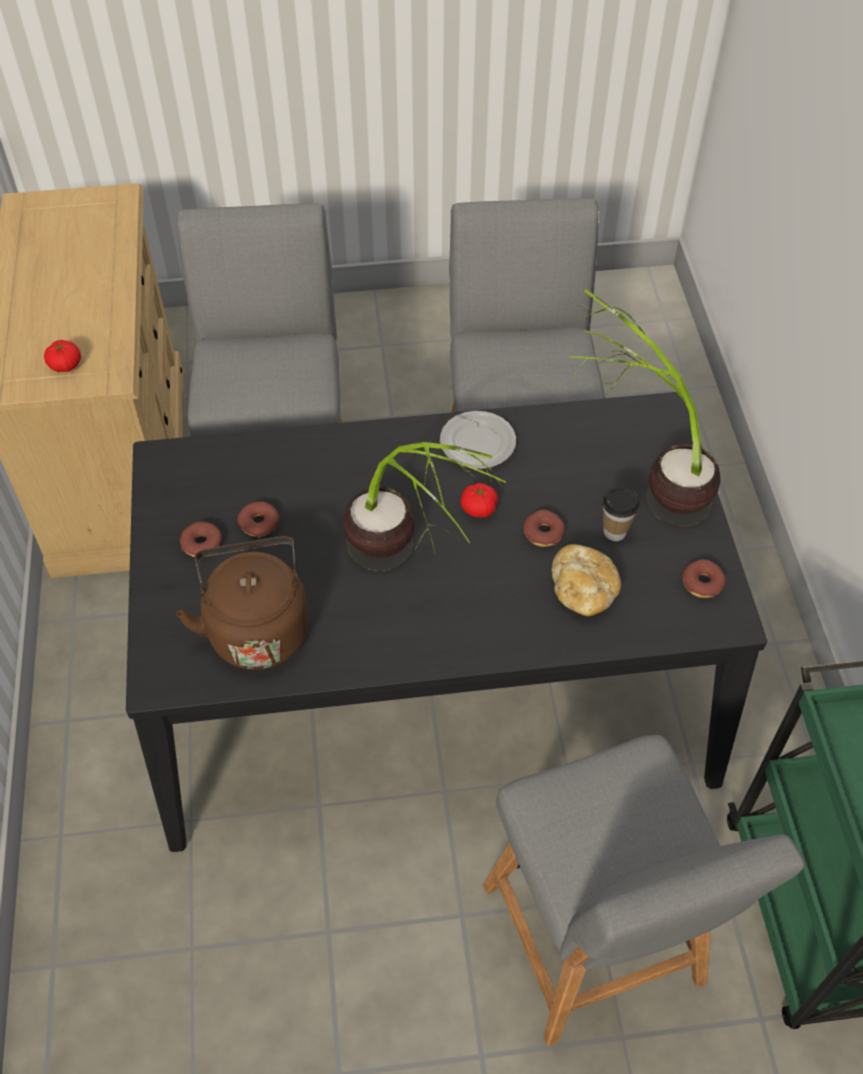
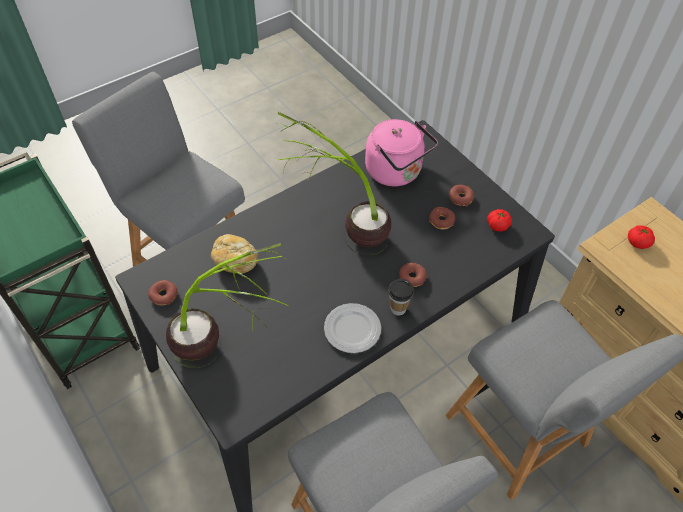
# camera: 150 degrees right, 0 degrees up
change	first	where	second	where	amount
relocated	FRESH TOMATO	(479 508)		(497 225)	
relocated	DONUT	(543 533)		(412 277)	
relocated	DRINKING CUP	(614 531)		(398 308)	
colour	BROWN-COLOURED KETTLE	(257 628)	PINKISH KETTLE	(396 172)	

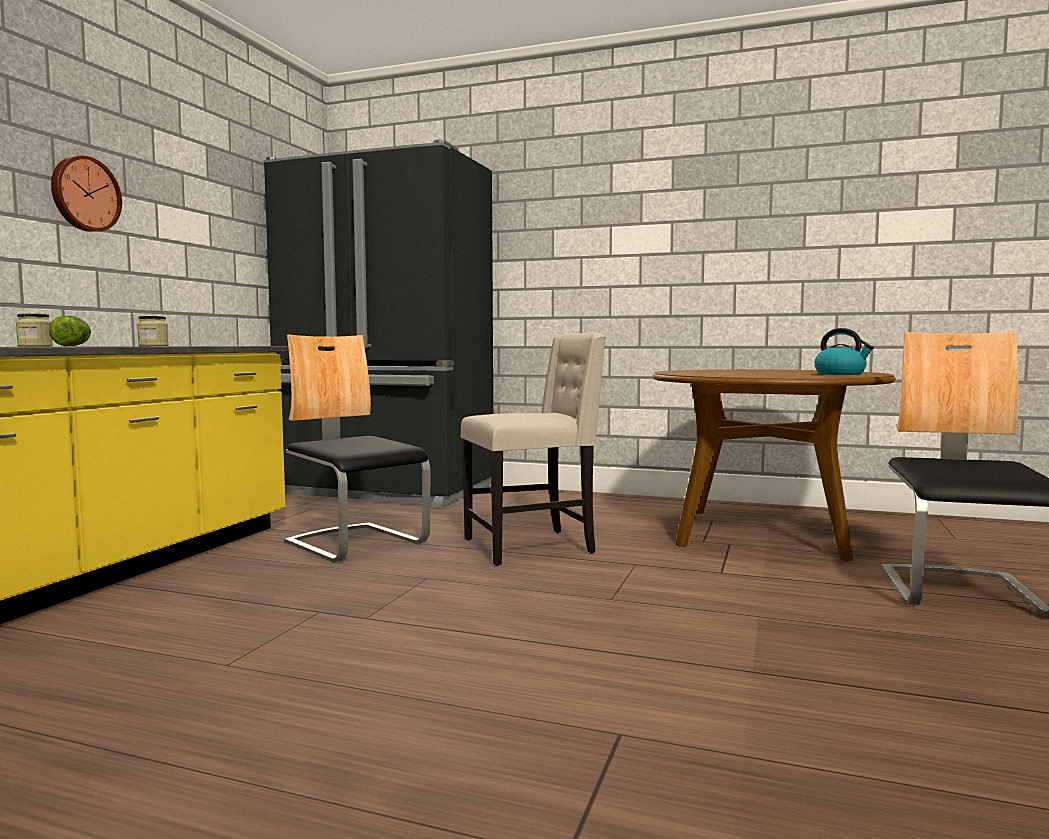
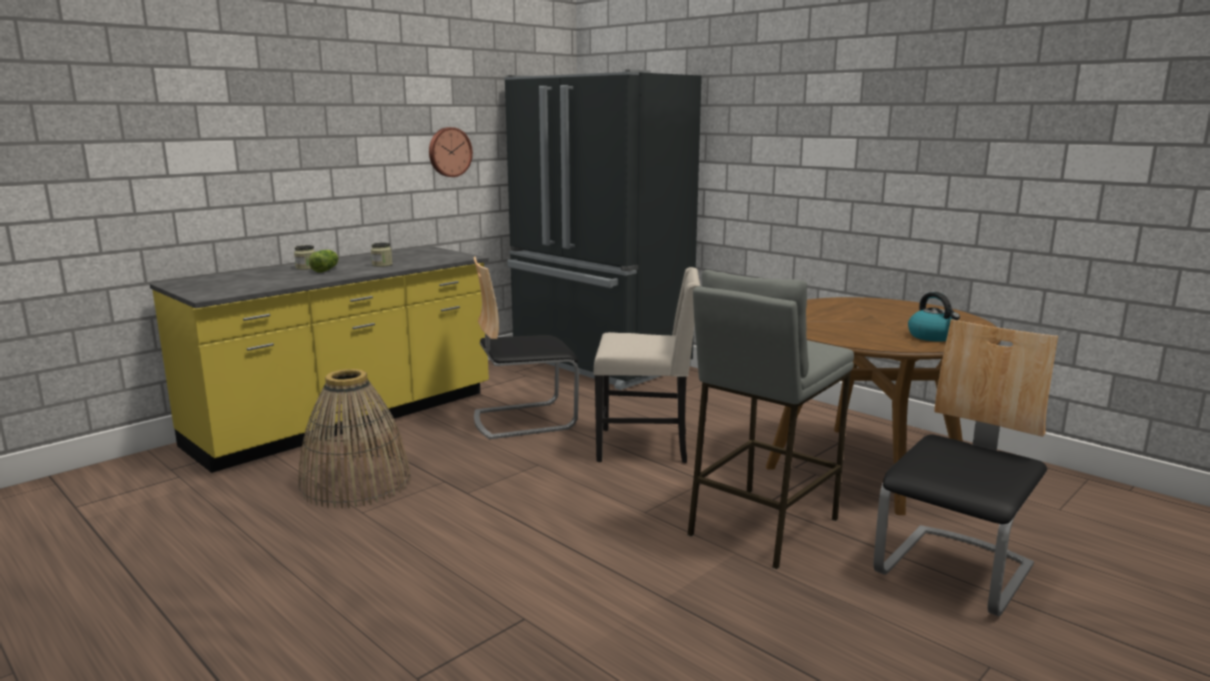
# camera: 25 degrees right, 10 degrees up
change	first	where	second	where	amount
appeared			HOUSEHOLD BASKET	(356 483)	
appeared			GRAY STOOL	(761 526)	
relocated	CLOCK ON THE WALL	(84 194)		(449 152)	
spun	PLAIN CHAIR	(356 543)		(523 419)	90 degrees counterclockwise

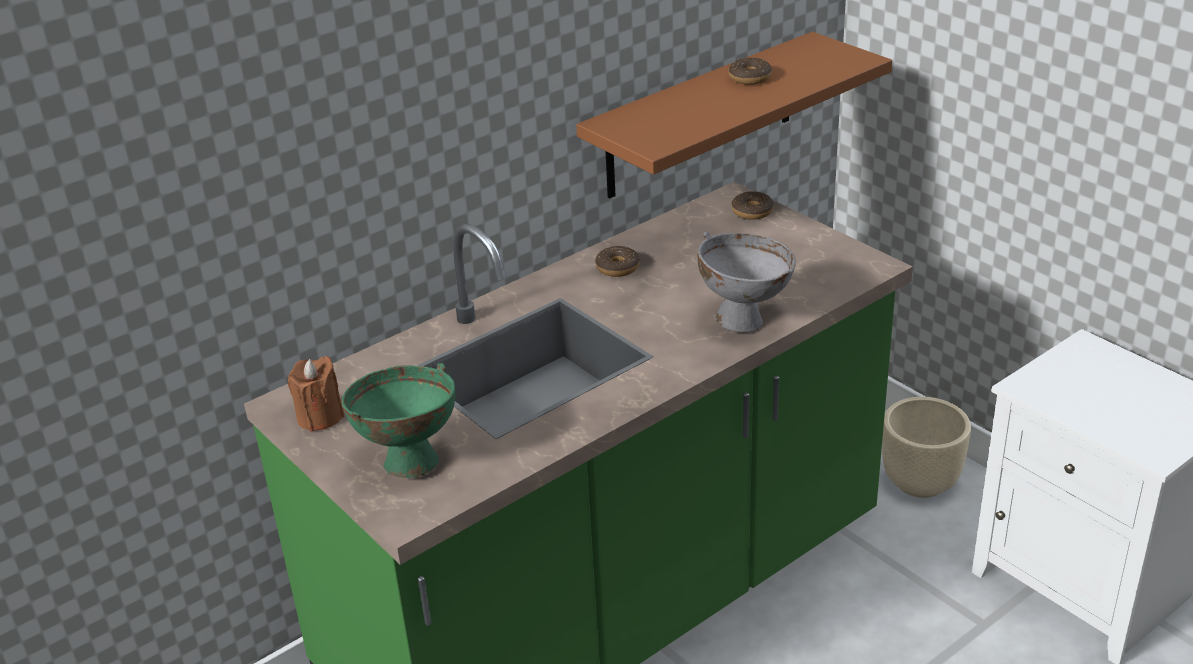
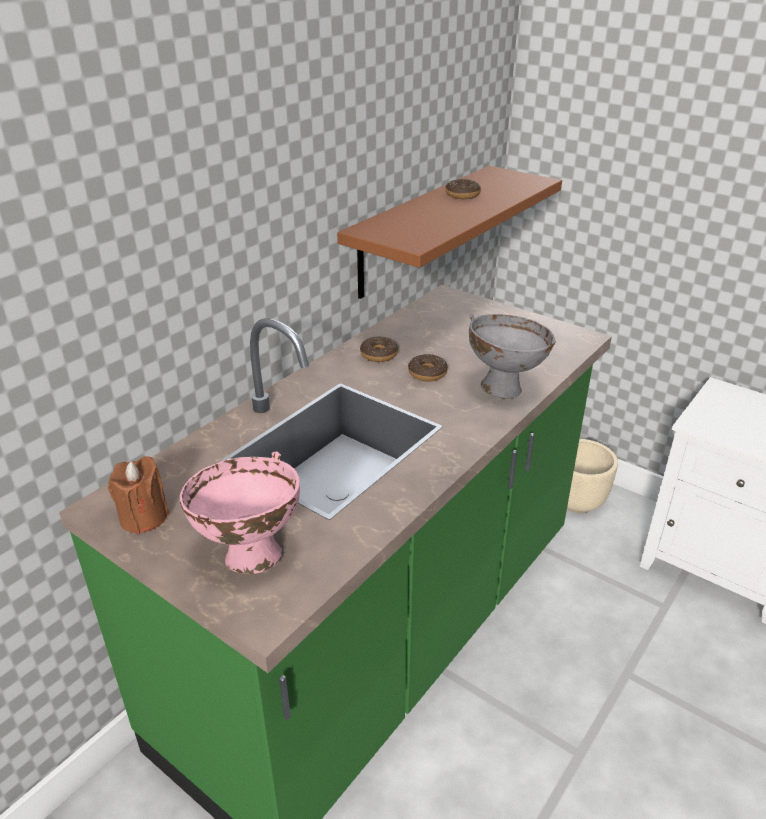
# camera: 15 degrees left, 0 degrees up
change	first	where	second	where	amount
relocated	DONUT	(752 211)		(427 373)	
colour	GREEN DEEP DISH	(408 462)	PINKISH DEEP DISH	(248 555)	

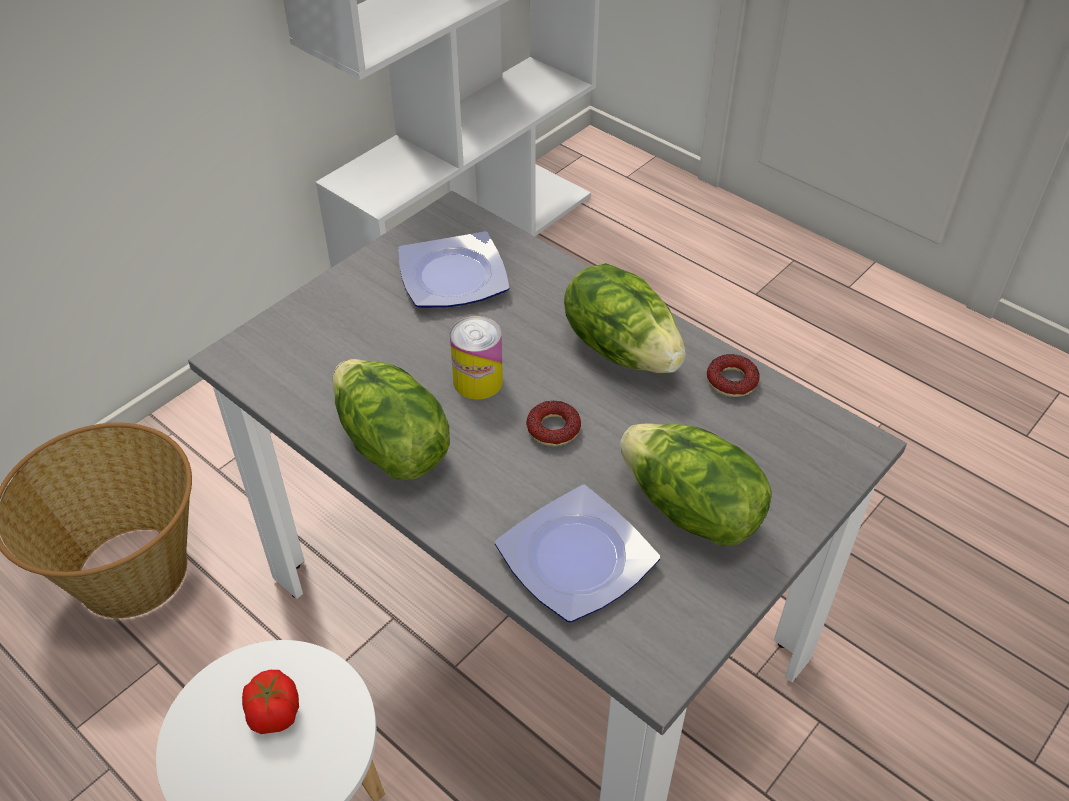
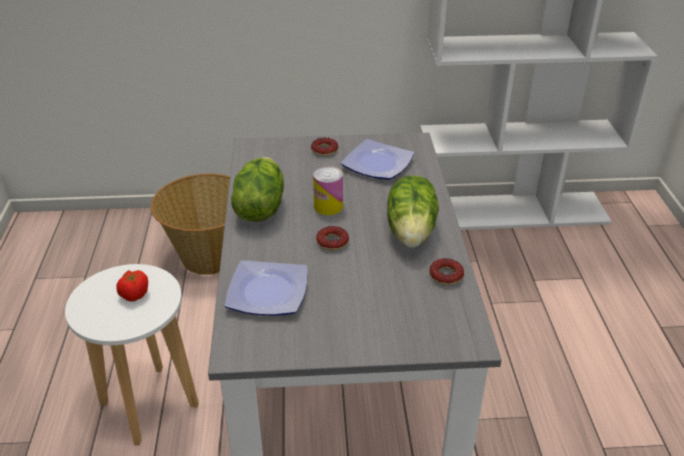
# camera: 45 degrees right, 10 degrees down
change	first	where	second	where	amount
missing	LETTUCE HEAD	(690 510)			
appeared			DONUT	(324 150)	

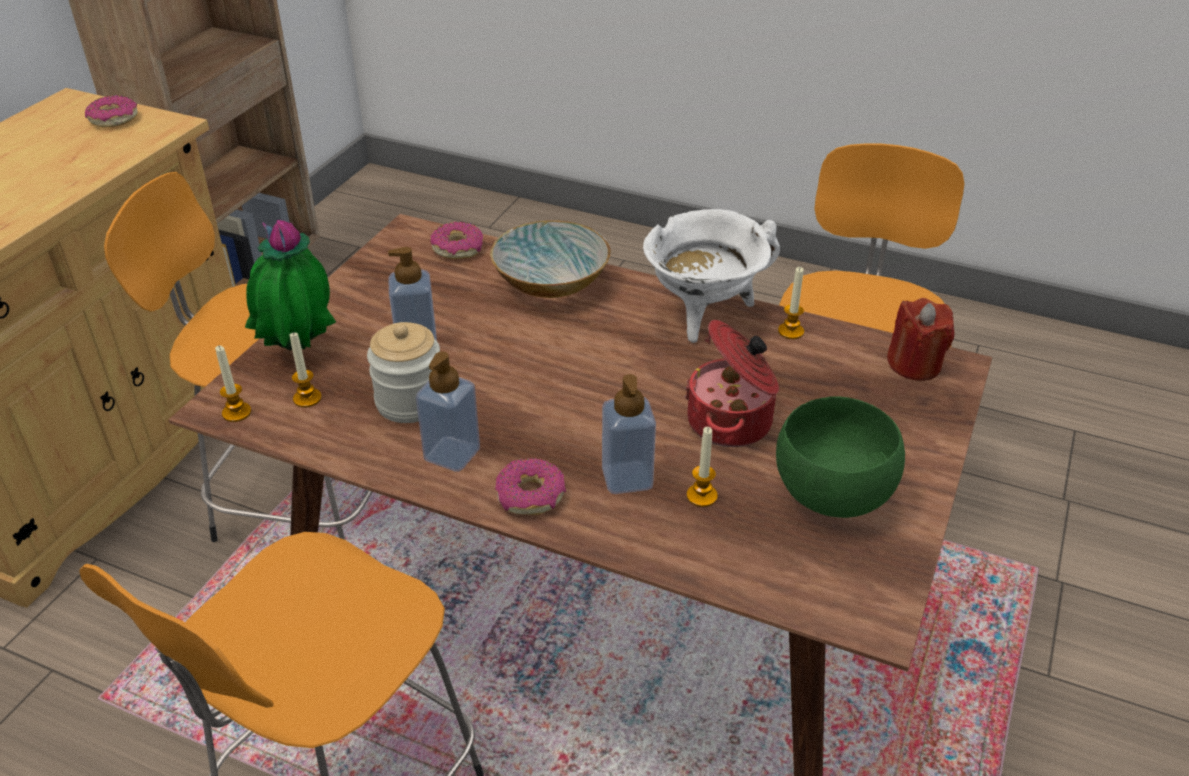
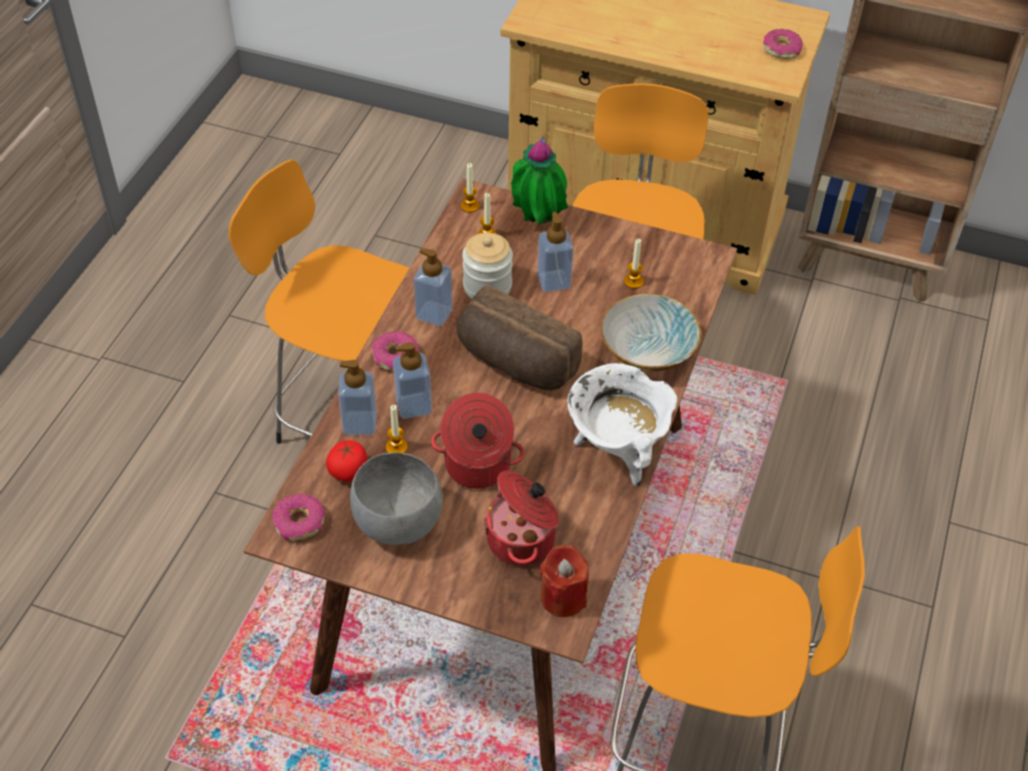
# camera: 85 degrees right, 10 degrees up
change	first	where	second	where	amount
appeared			FRESH TOMATO	(348 471)	
appeared			SOAP DISPENSER	(360 423)	
appeared			BAKERY BREAD	(514 363)	
appeared			STOCKPOT	(523 539)	
relocated	DONUT	(458 248)		(300 522)	
relocated	CANDLE	(790 331)		(633 281)	
colour	GREEN DEEP DISH	(830 497)	GRAY DEEP DISH	(396 522)	

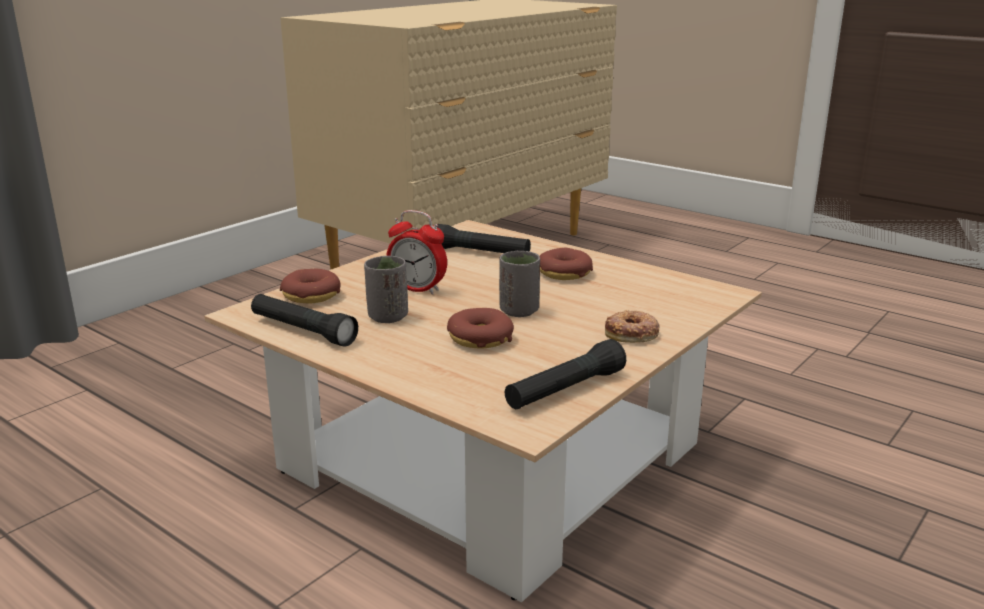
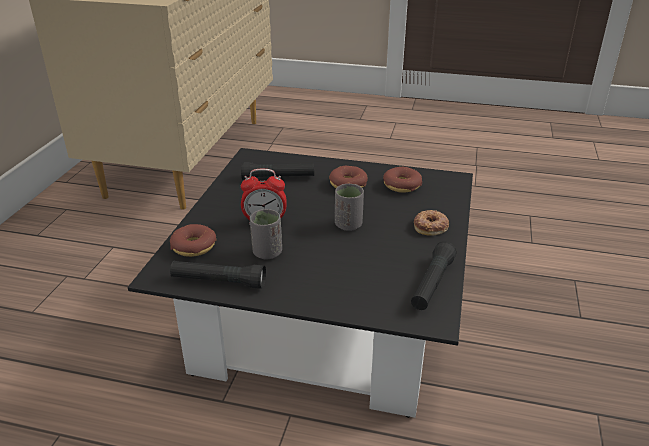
# camera: 25 degrees left, 10 degrees up
change	first	where	second	where	amount
relocated	DONUT	(480 339)		(401 185)	
colour	BEIGE-COLOURED LOW TABLE	(491 457)	BLACK LOW TABLE	(324 318)	

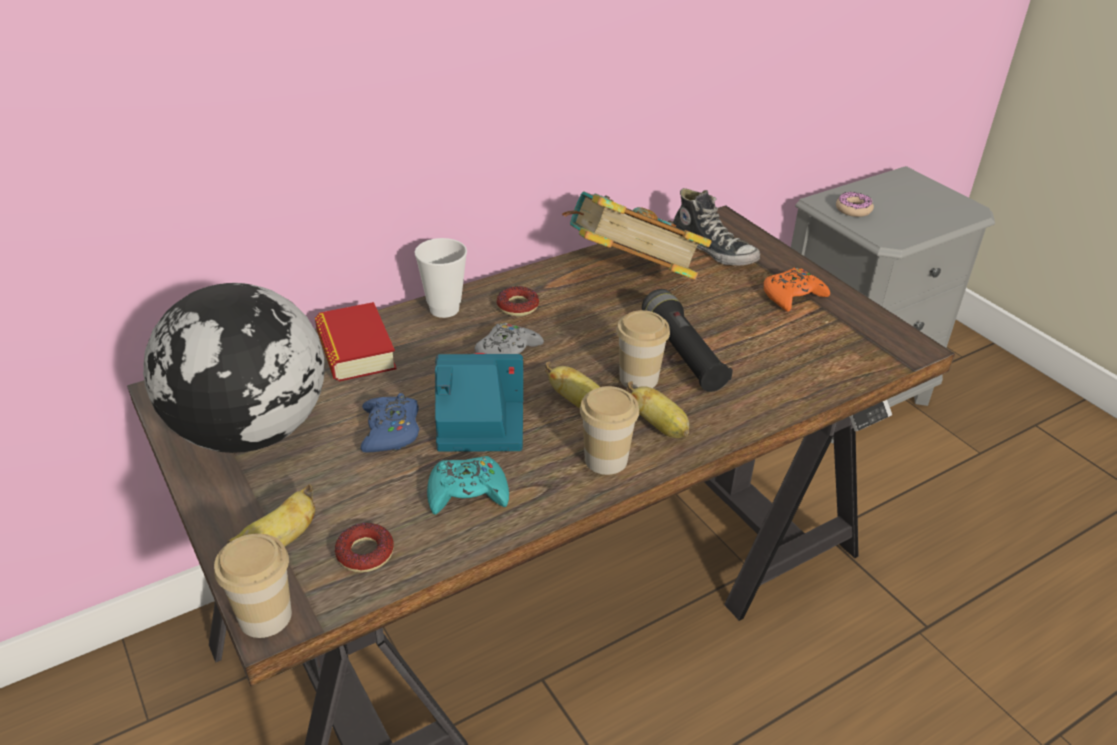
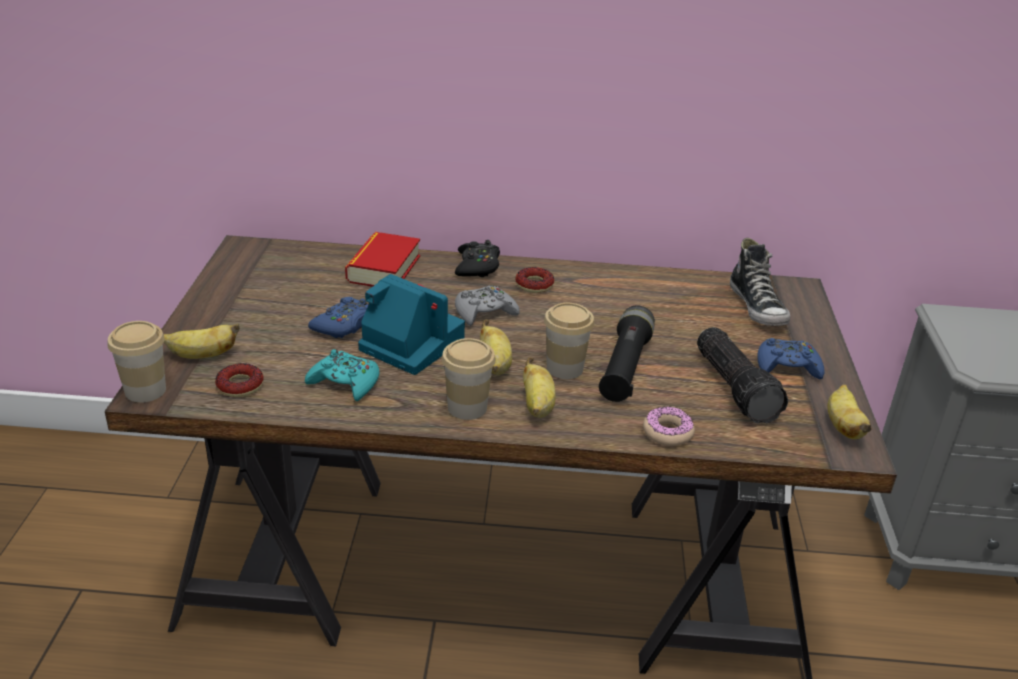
# camera: 35 degrees right, 5 degrees down
change	first	where	second	where	amount
missing	GLOBE	(251 432)			
missing	BOUND BOOK	(630 278)			
appeared			TORCH	(737 388)	
appeared			BANANA	(843 426)	
relocated	DONUT	(853 209)		(667 432)	
exchanged	DRINKING CUP	(444 309)	BLACK GAMEPAD	(477 266)	
colour	ORANGE-COLOURED GAMEPAD	(792 296)	BLUE-COLOURED GAMEPAD	(787 367)	

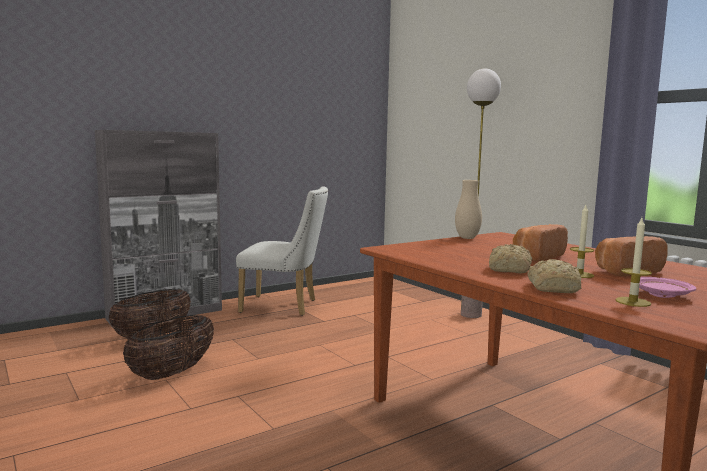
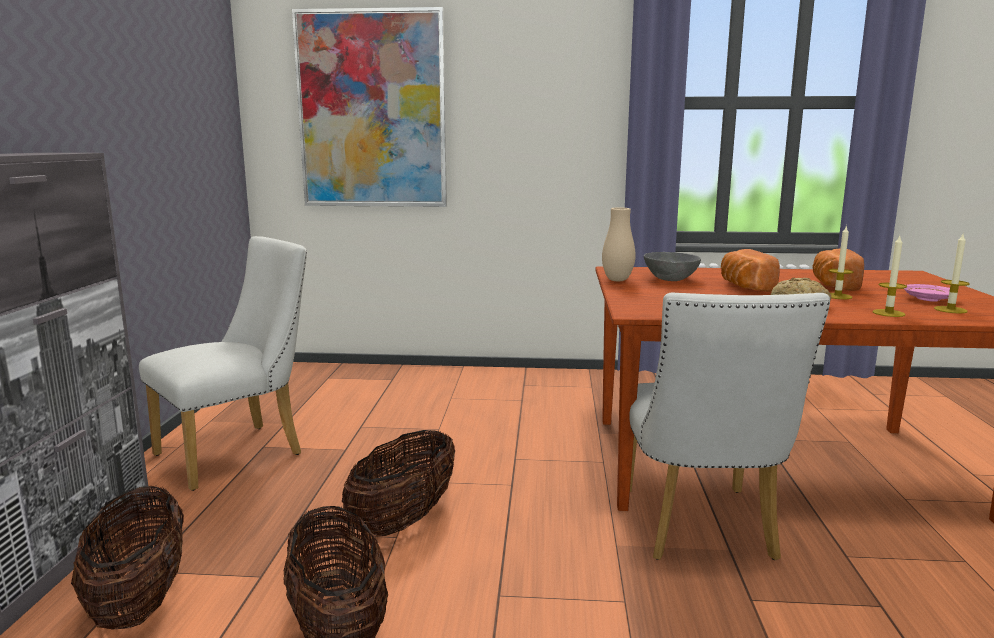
# camera: 50 degrees left, 5 degrees up
change	first	where	second	where	amount
missing	STANDING LAMP	(470 314)			
appeared			WALL PICTURE	(372 110)	
appeared			HOUSEHOLD BASKET	(404 520)	
appeared			WHITISH PLAIN CHAIR	(700 530)	
appeared			GRAY DEEP DISH	(670 279)	
exchanged	BAKERY BREAD	(553 288)	CANDLE	(888 313)	

